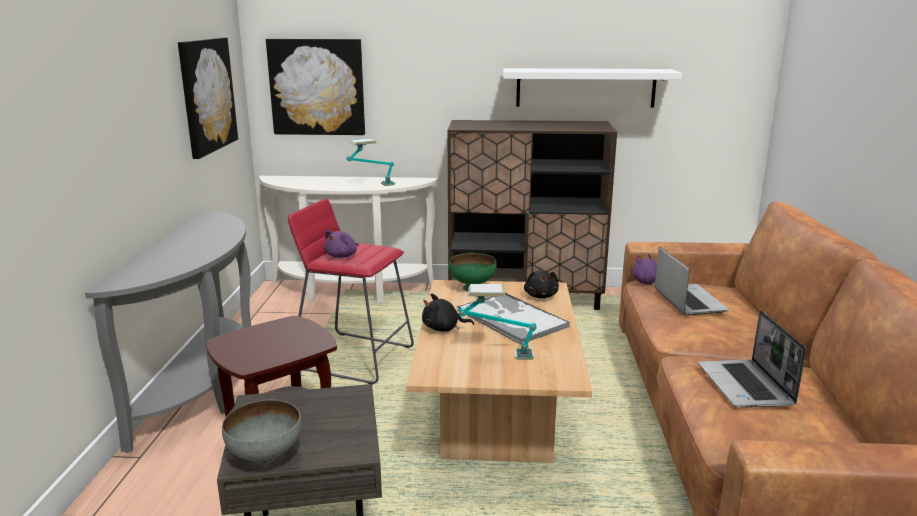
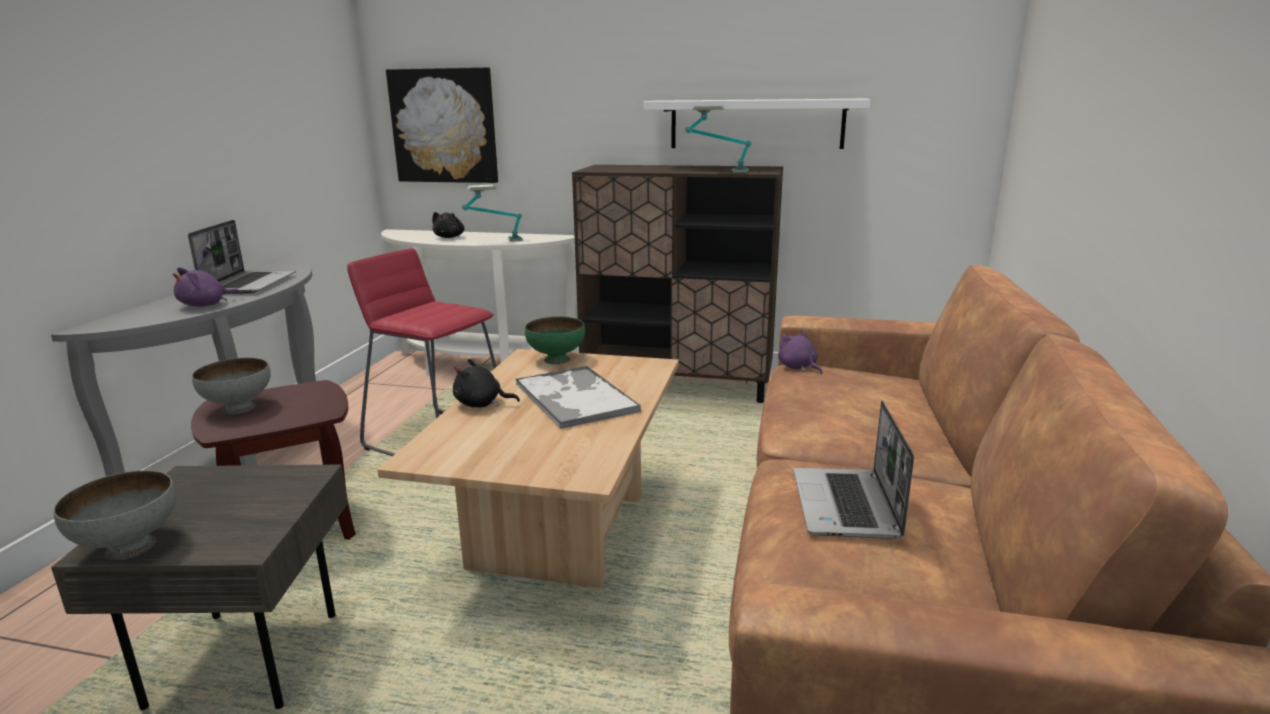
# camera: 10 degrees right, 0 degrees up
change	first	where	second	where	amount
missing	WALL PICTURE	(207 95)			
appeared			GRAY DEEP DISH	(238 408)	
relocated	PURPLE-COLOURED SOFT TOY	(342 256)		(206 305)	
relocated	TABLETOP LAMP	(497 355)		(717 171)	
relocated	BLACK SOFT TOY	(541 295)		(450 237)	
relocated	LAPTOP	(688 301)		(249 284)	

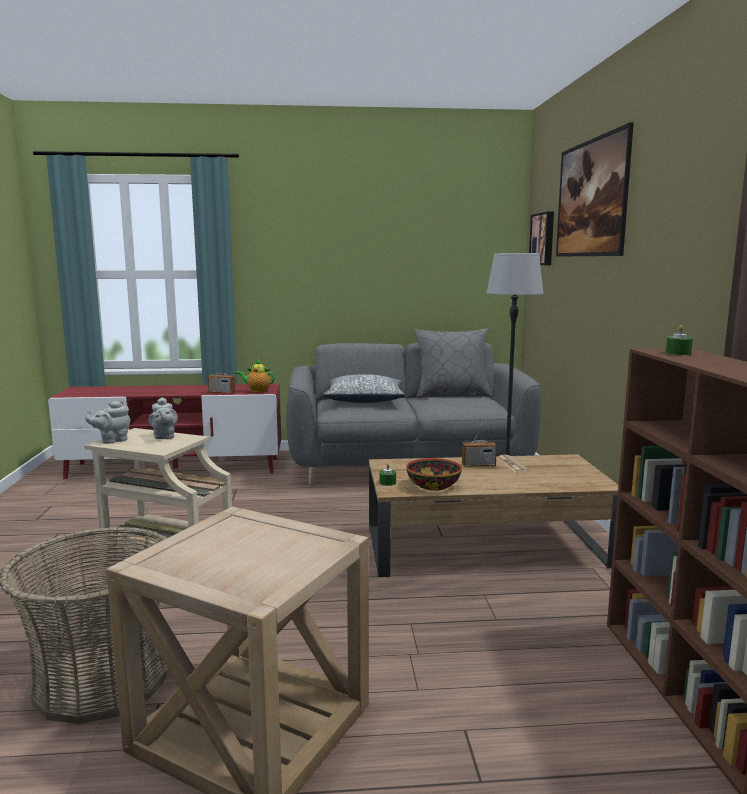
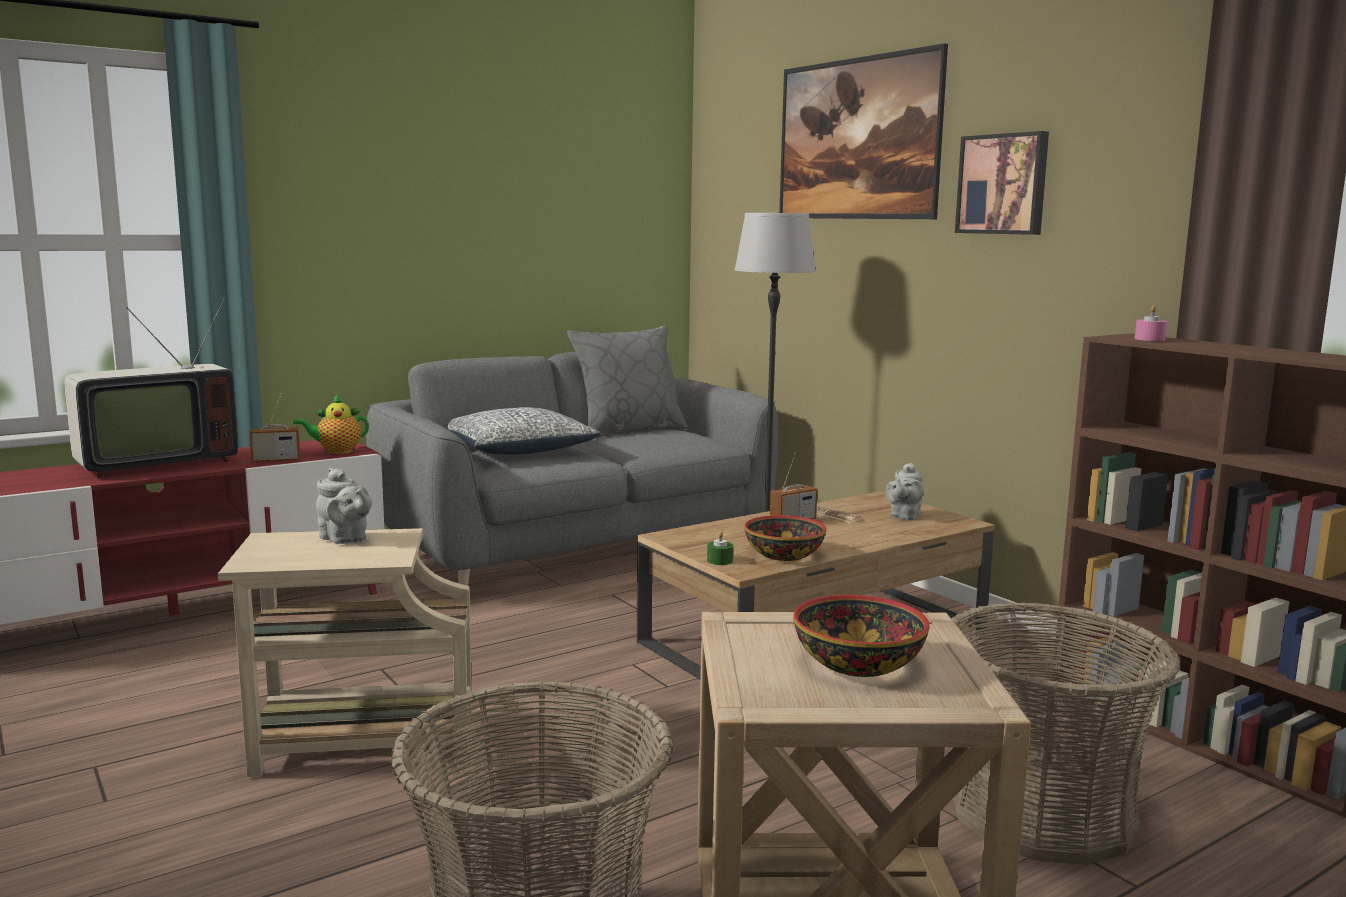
# camera: 30 degrees left, 0 degrees up
change	first	where	second	where	amount
appeared			TELEVISION	(153 464)	
appeared			DEEP DISH	(856 664)	
appeared			HOUSEHOLD BASKET	(1043 813)	
relocated	GRAY POT FOR TEA	(112 440)		(904 516)	
relocated	WALL PICTURE	(543 239)		(1003 184)	
colour	GREEN CANDLE	(678 353)	PINKISH CANDLE	(1149 339)	

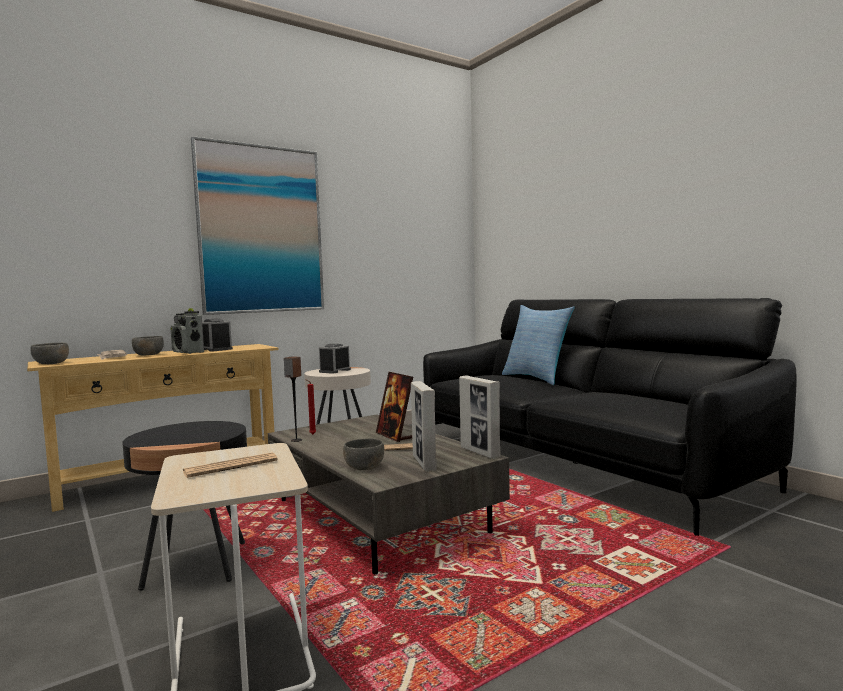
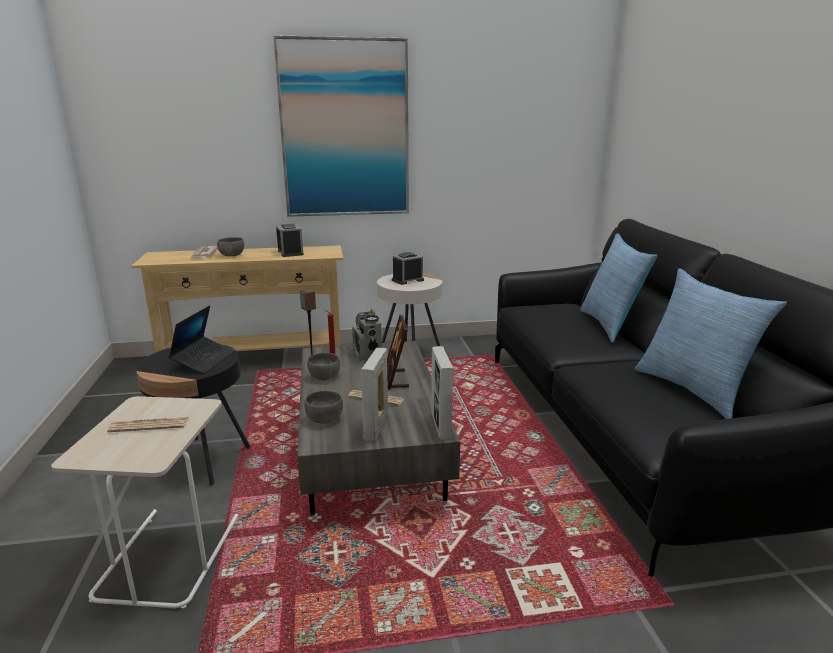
# camera: 25 degrees right, 15 degrees up
change	first	where	second	where	amount
appeared			LAPTOP	(203 360)	
appeared			PILLOW	(693 389)	
relocated	GRAY DEEP DISH	(51 363)		(325 377)	
relocated	RADIO SET	(188 352)		(367 356)	

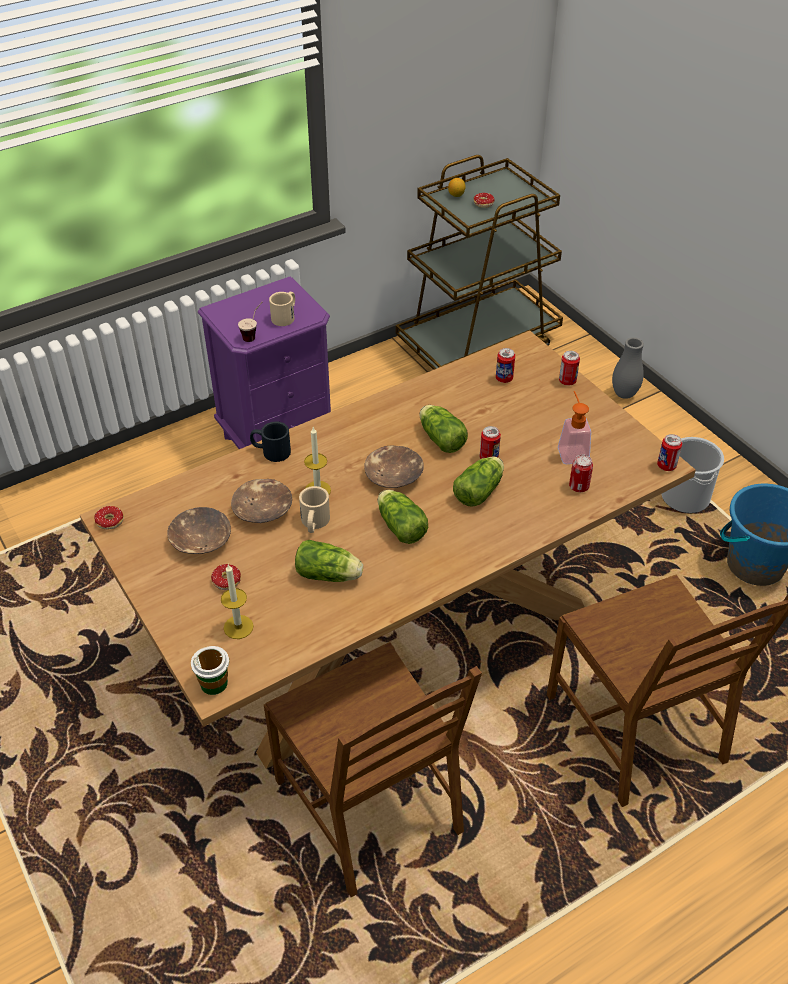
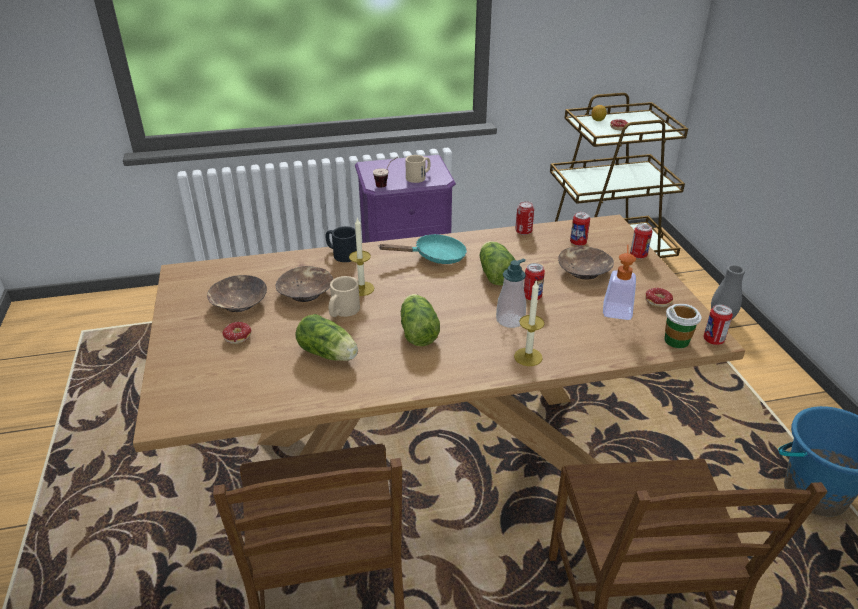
# camera: 20 degrees right, 10 degrees down
change	first	where	second	where	amount
missing	PAIL	(685 497)			
appeared			TURQUOISE-COLOURED PAN	(434 257)	
relocated	DONUT	(107 525)		(656 304)	
relocated	DRINKING CUP	(214 683)		(676 340)	
relocated	CANDLE	(238 627)		(528 357)	
relocated	BROWN-COLOURED DEEP DISH	(394 475)		(584 271)	
relocated	METAL CAN	(579 486)		(523 231)	
exchanged	LETTUCE HEAD	(480 490)	SOAP DISPENSER	(510 320)	

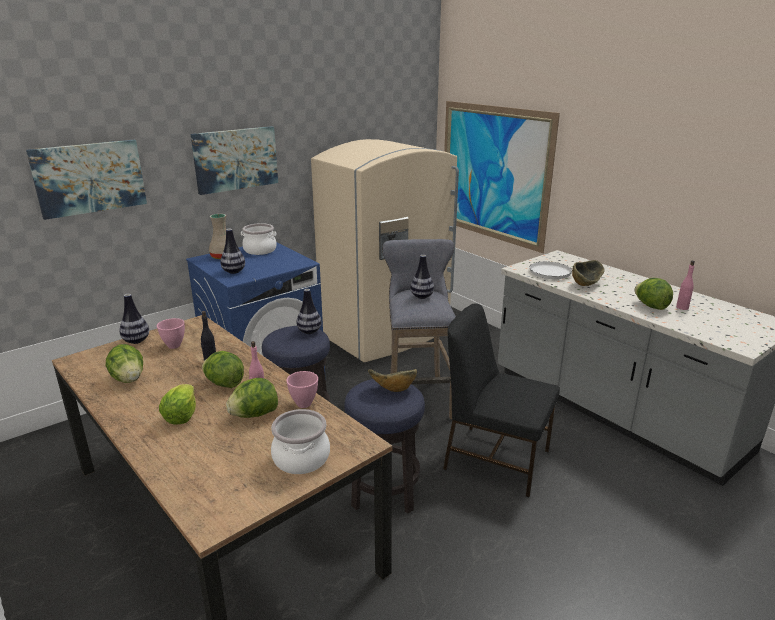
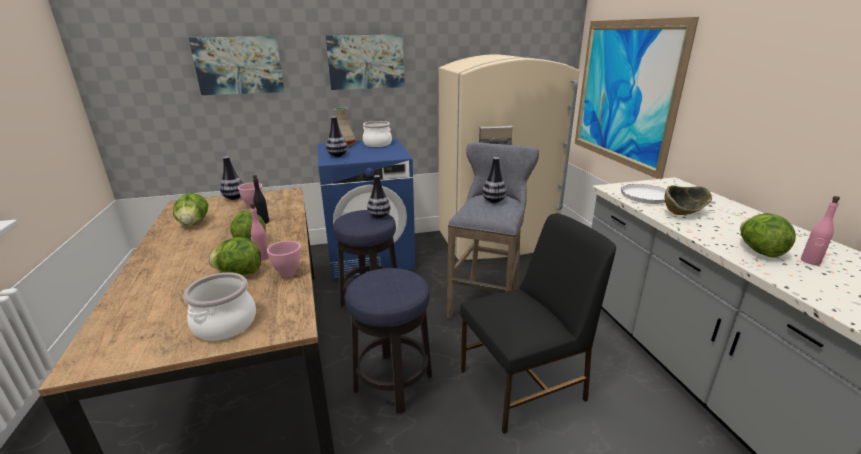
# camera: 25 degrees right, 0 degrees up
change	first	where	second	where	amount
missing	LETTUCE HEAD	(181 416)			
missing	DEEP DISH	(393 389)			
spun	BLACK PLAIN CHAIR	(495 458)		(524 385)	105 degrees clockwise

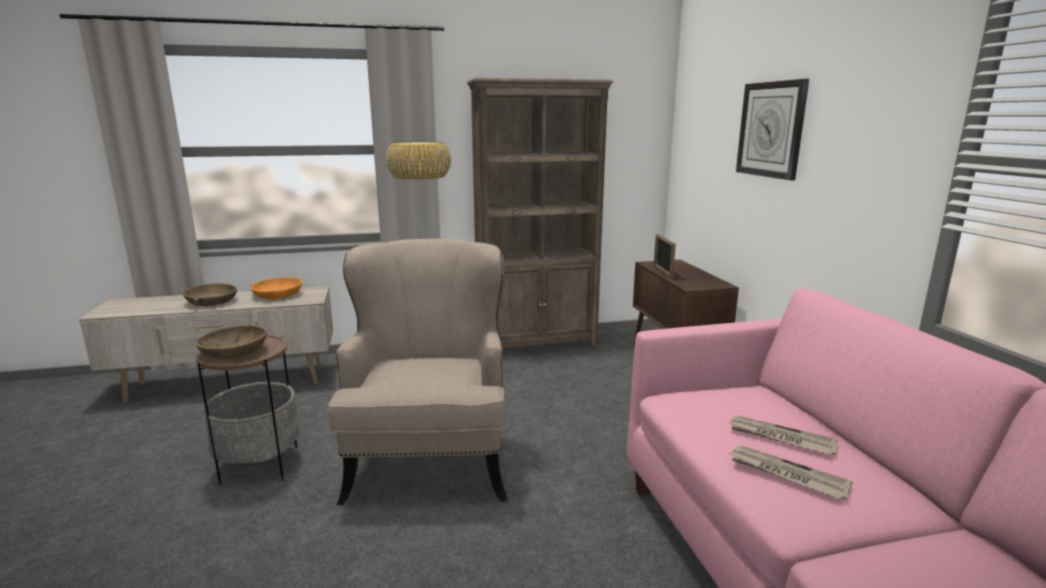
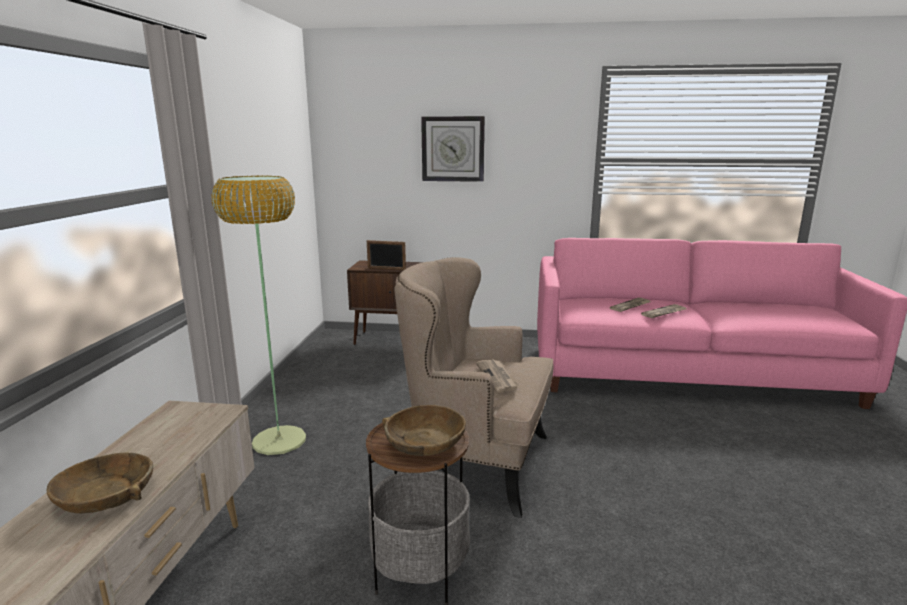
# camera: 70 degrees left, 0 degrees up
change	first	where	second	where	amount
missing	ORANGE-COLOURED DEEP DISH	(277 295)			
missing	BROWN-COLOURED BOOKCASE	(537 345)			
appeared			DAILY PAPER	(497 377)	

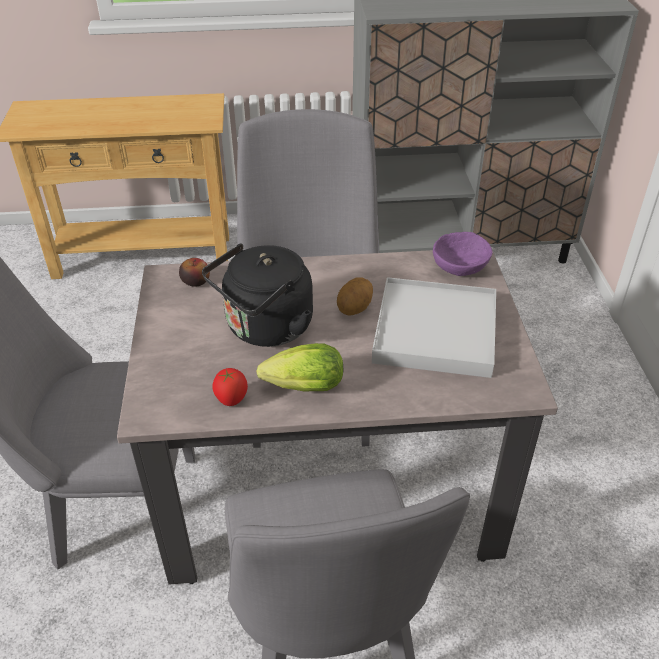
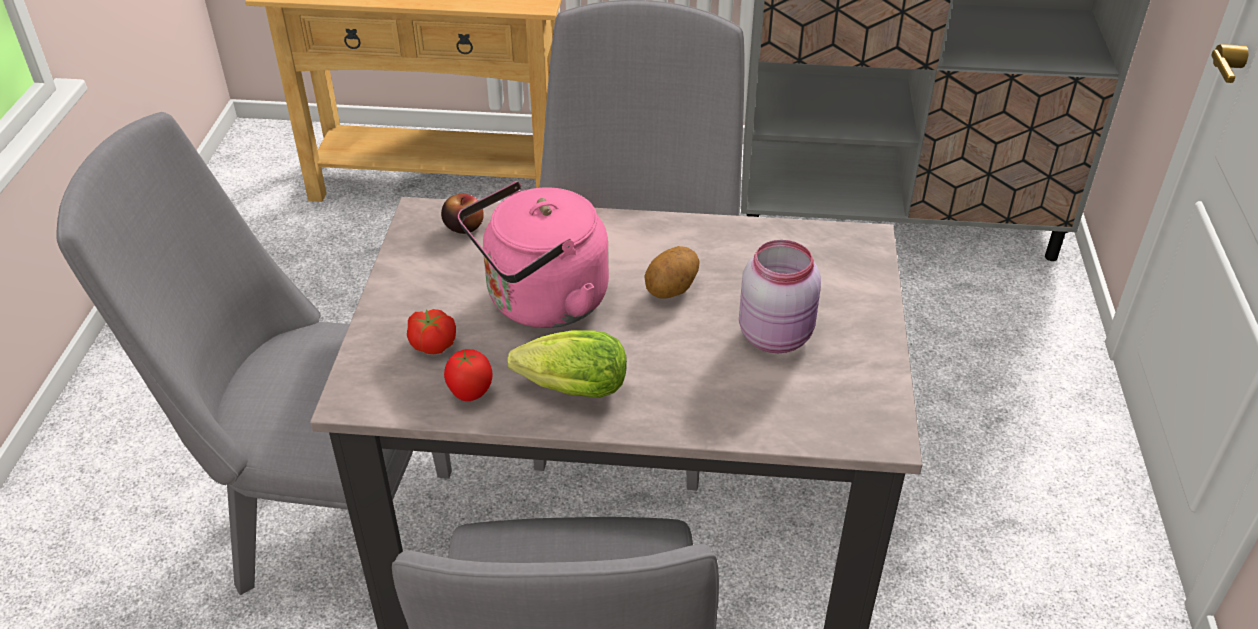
# camera: 10 degrees right, 0 degrees up
change	first	where	second	where	amount
missing	PURPLE-COLOURED DEEP DISH	(460 268)			
appeared			FRESH TOMATO	(433 343)	
exchanged	WHITISH SERVING TRAY	(435 331)	PINKISH PRESERVE JAR	(777 335)	
colour	BLACK KETTLE	(265 328)	PINKISH KETTLE	(541 303)	

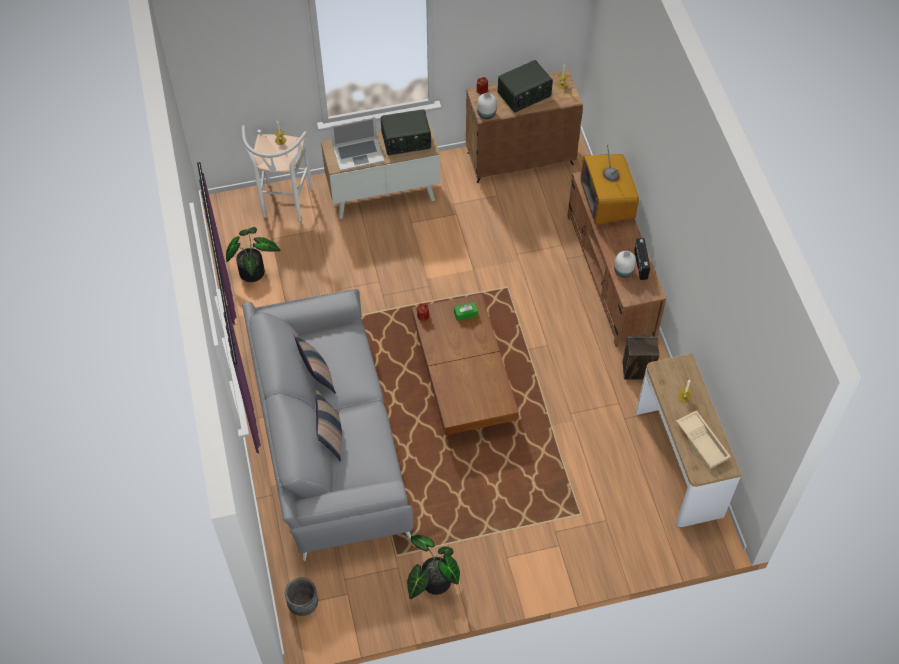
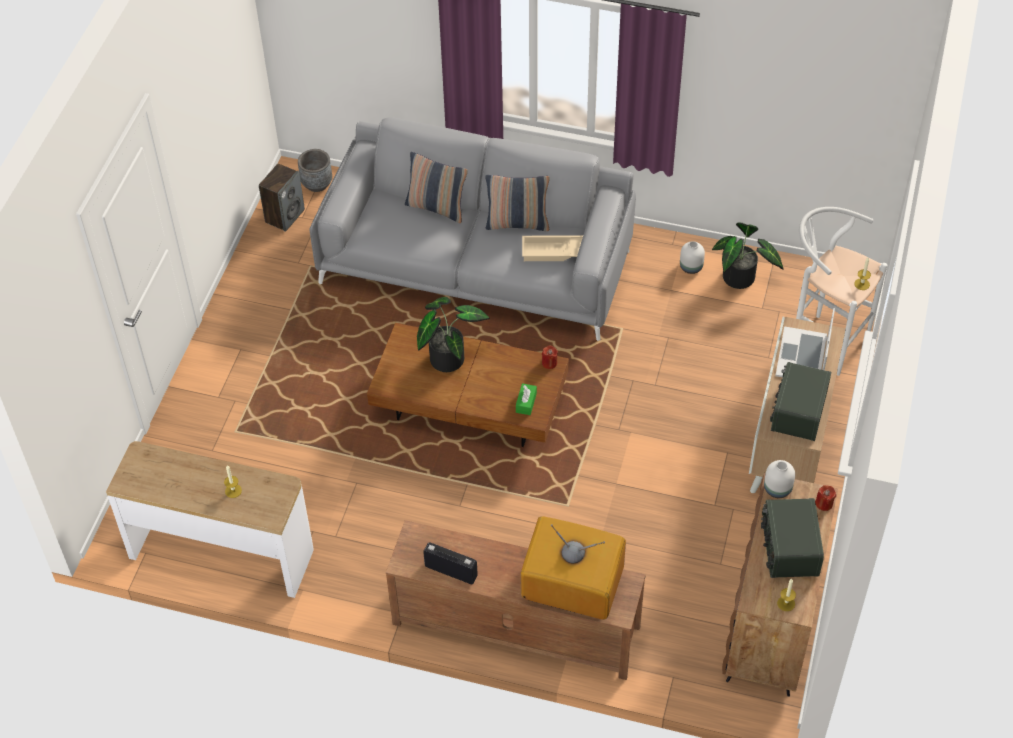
# camera: 120 degrees right, 5 degrees down
change	first	where	second	where	amount
relocated	PLANT IN A POT	(432 582)		(448 356)	
relocated	WHITISH FLOWER VASE	(623 271)		(691 266)	
relocated	LOUDSPEAKER	(637 371)		(285 216)	
relocated	BEIGE-COLOURED SERVING TRAY	(703 442)		(555 252)	

